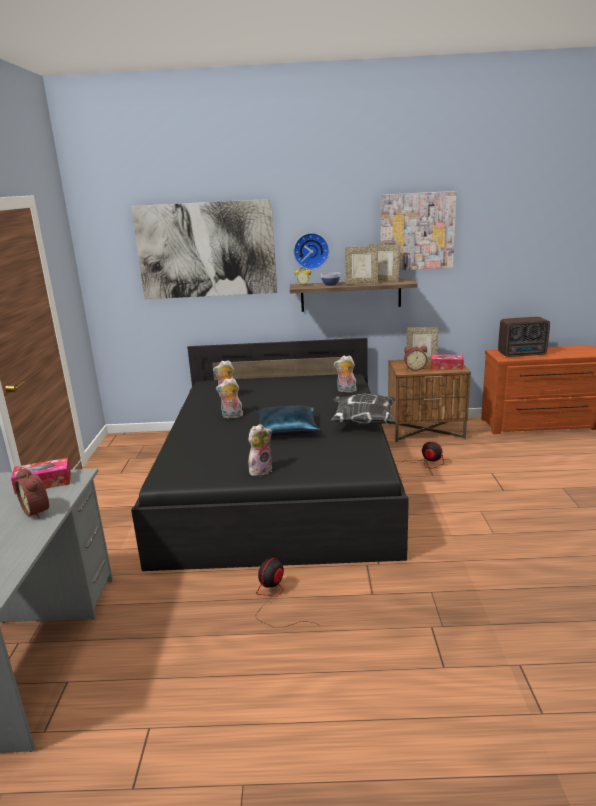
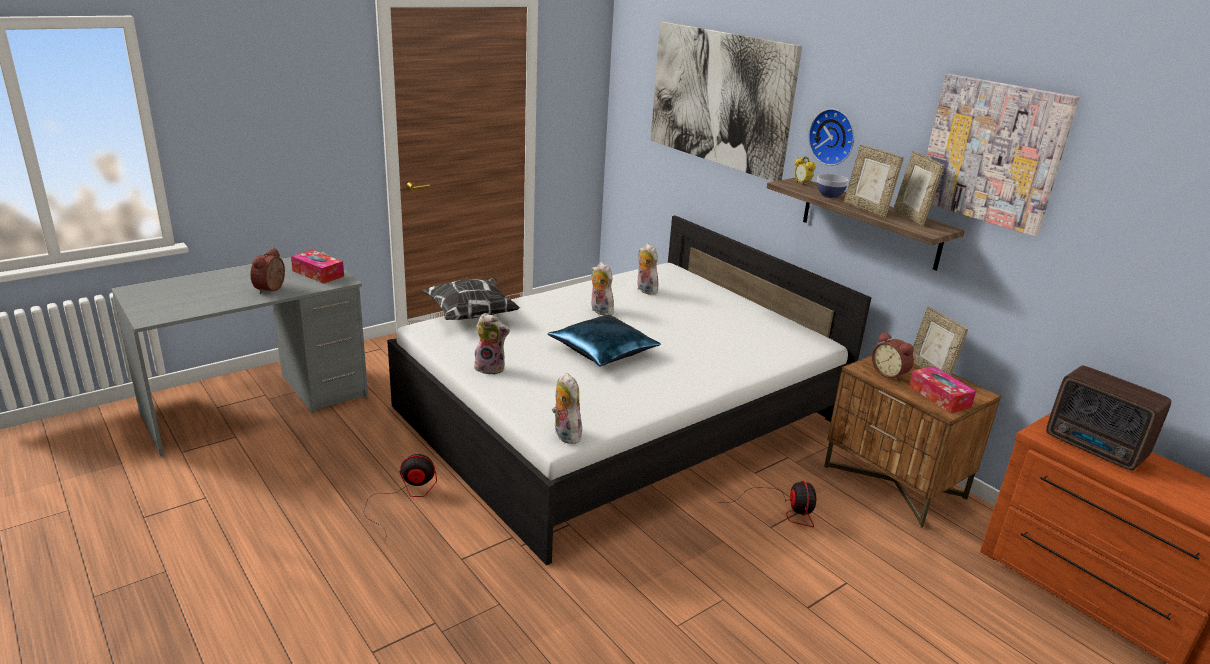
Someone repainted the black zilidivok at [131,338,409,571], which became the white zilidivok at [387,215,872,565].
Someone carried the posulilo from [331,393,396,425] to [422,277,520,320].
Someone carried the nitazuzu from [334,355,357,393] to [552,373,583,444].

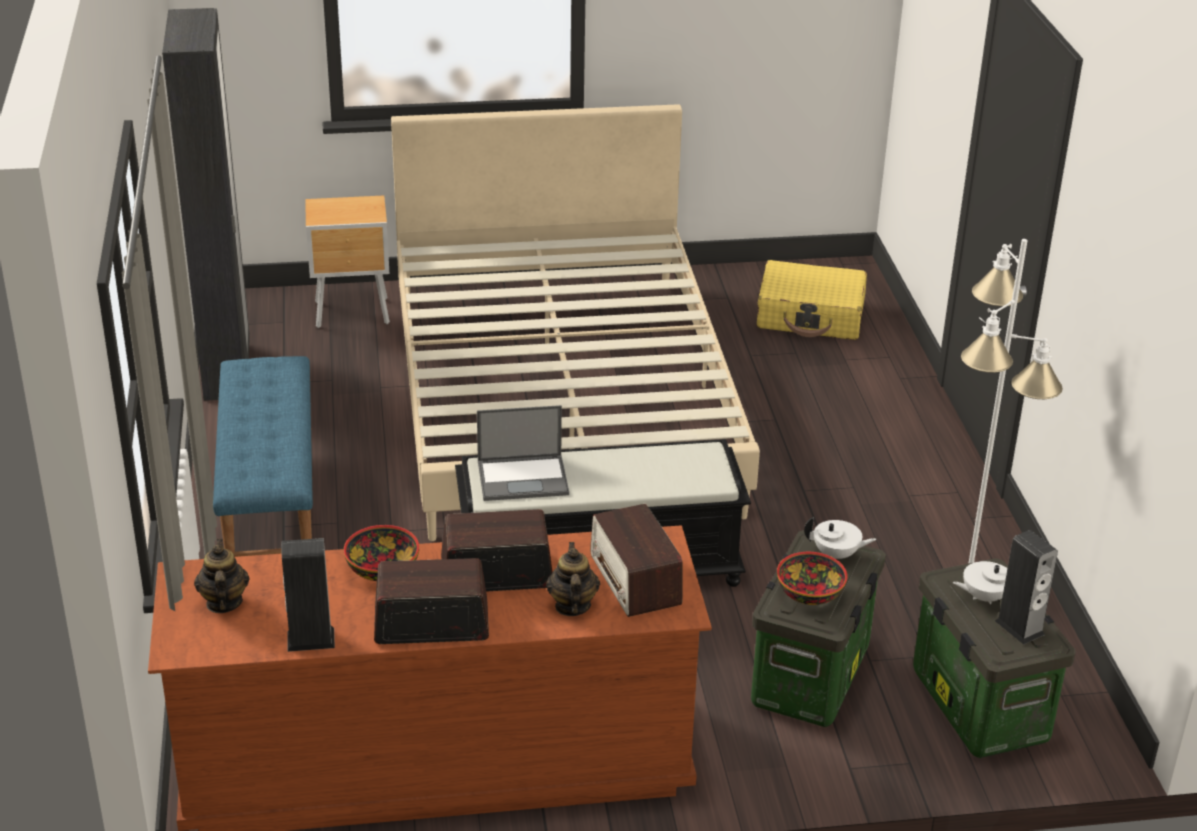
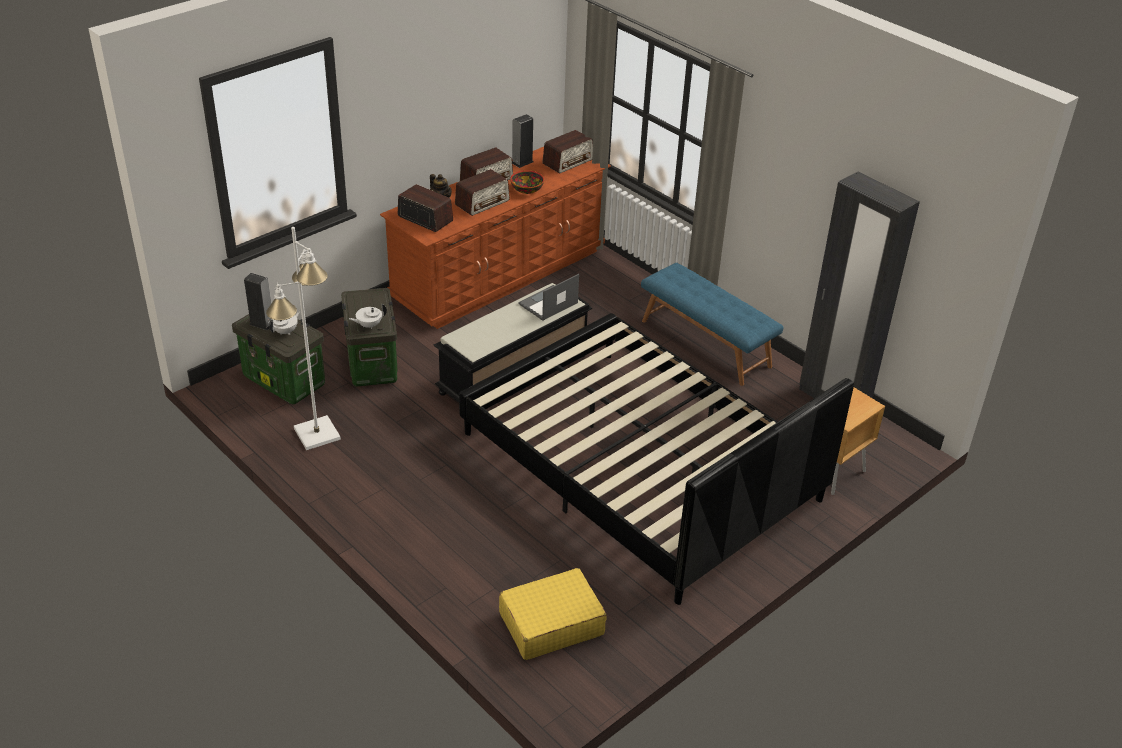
Someone swapped the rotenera at [194,539,250,613] for the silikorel at [542,130,593,173].
Someone repainted the beige zilidivok at [391,104,760,541], which became the black zilidivok at [459,313,854,605].
Someone took away the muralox at [777,552,848,605].

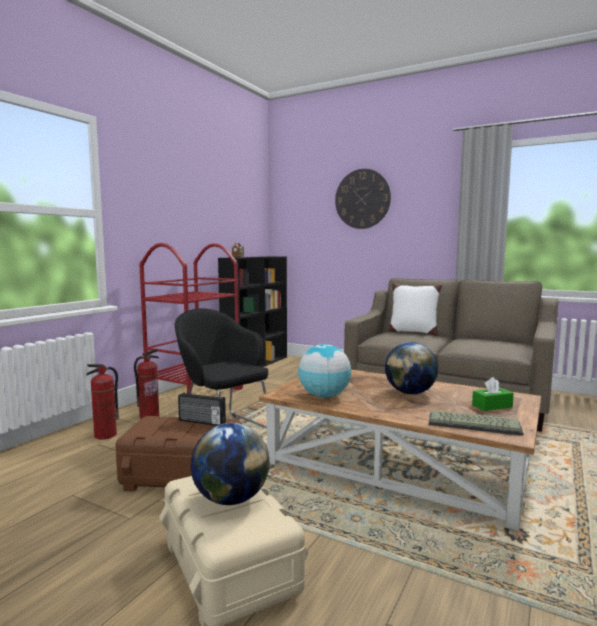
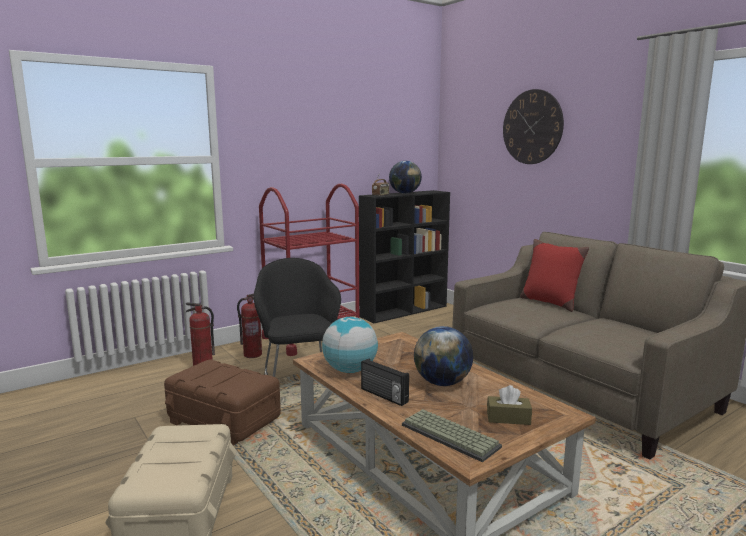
Someone carried the silikorel from [178,393,226,426] to [361,359,409,406].
Someone carried the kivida from [190,423,270,505] to [389,161,422,194].
Someone repainted the white posulilo at [388,283,442,336], which became the red posulilo at [520,239,589,312].
Someone repainted the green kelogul at [472,377,514,411], which became the brown kelogul at [487,385,532,425].

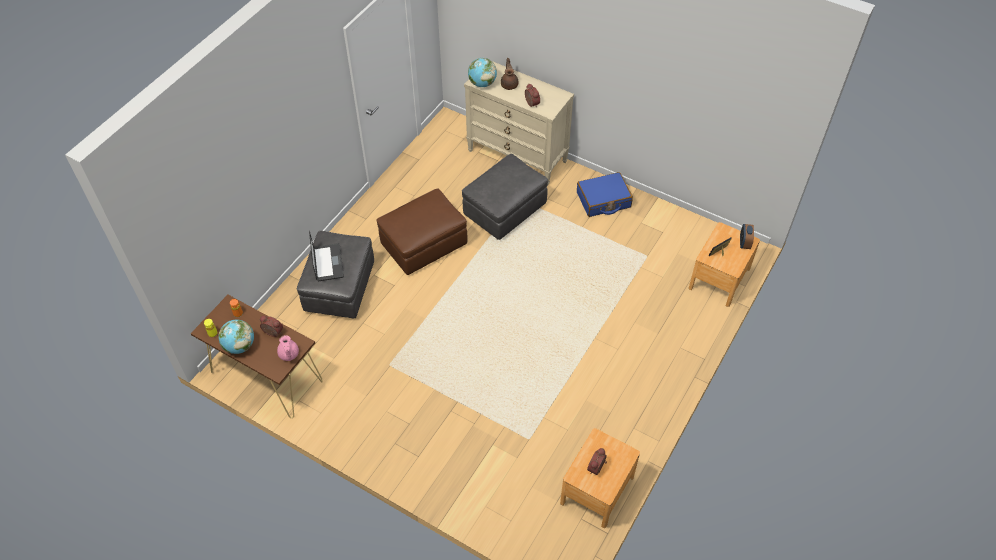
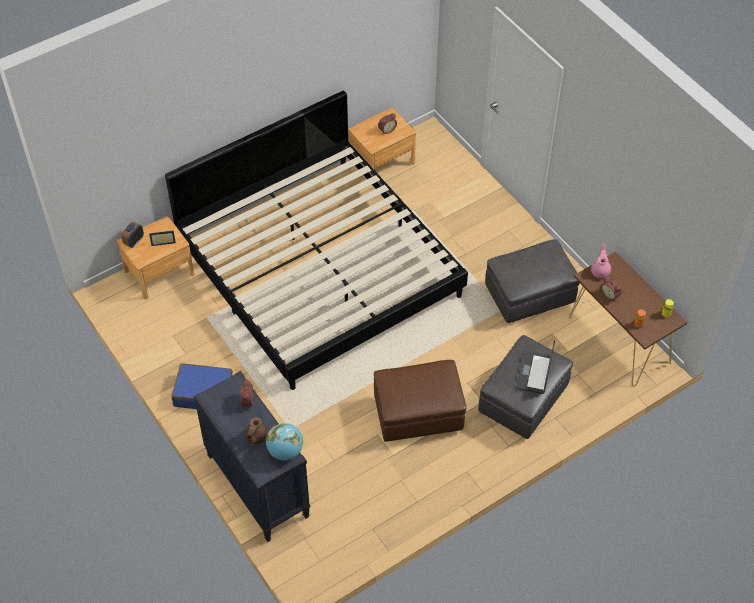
Someone took away the kivida at [218,320,254,354].
Someone carried the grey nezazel from [462,154,548,240] to [485,239,580,323].
Someone repainted the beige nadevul at [464,61,574,186], which became the black nadevul at [194,371,310,542].
Someone put down the zilidivok at [165,91,468,390].

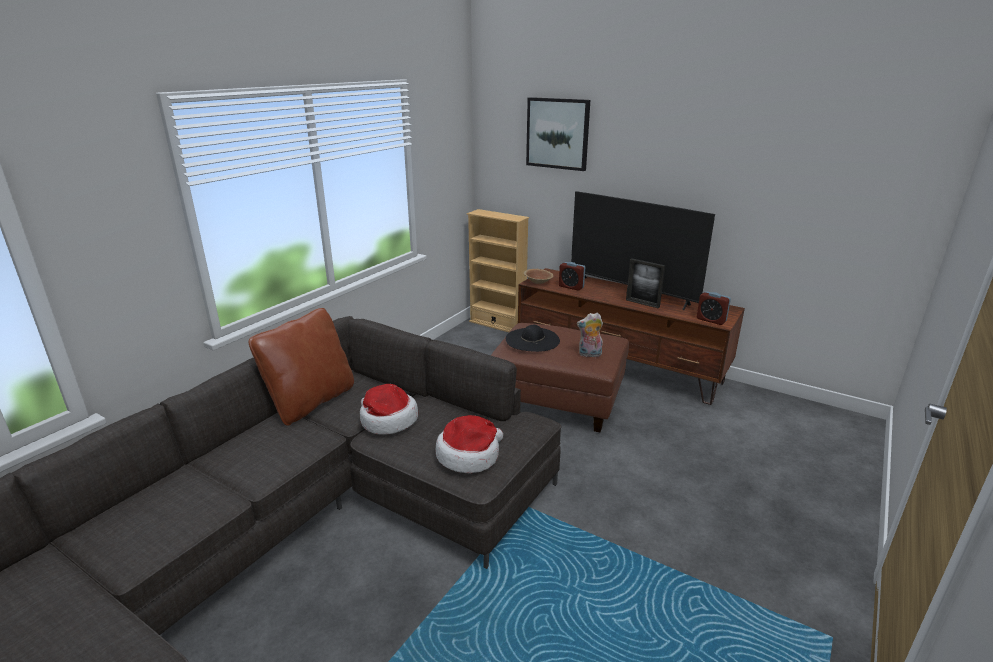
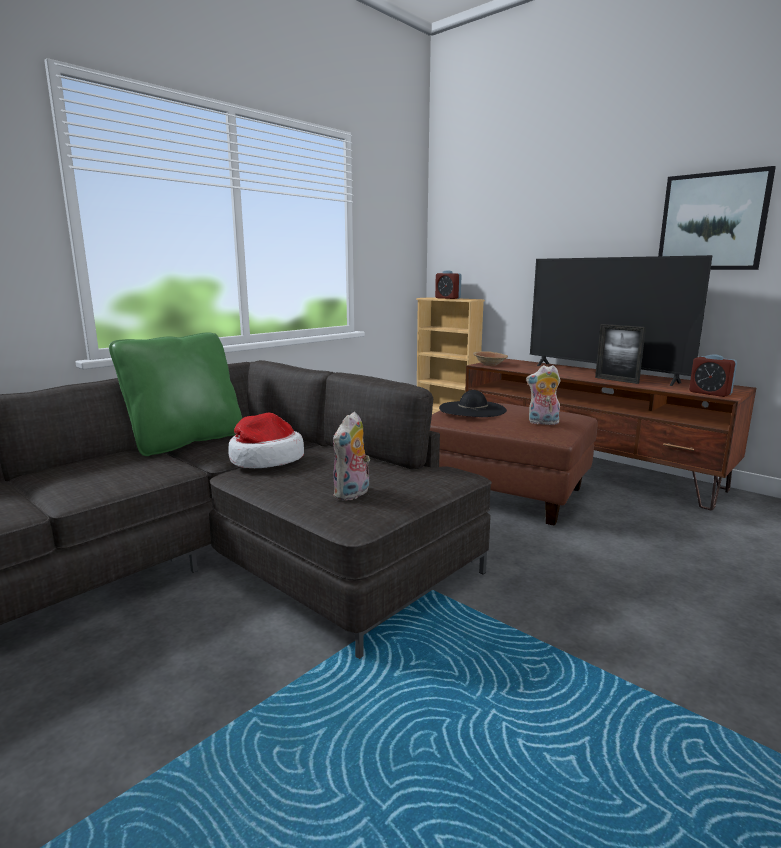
Someone repainted the brown posulilo at [249,308,354,426], which became the green posulilo at [109,333,242,456].
Someone swapped the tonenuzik at [436,415,503,473] for the nitazuzu at [333,412,370,501].
Someone carried the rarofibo from [526,97,590,171] to [658,166,776,270].
Someone carried the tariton from [559,262,585,291] to [435,270,461,299].

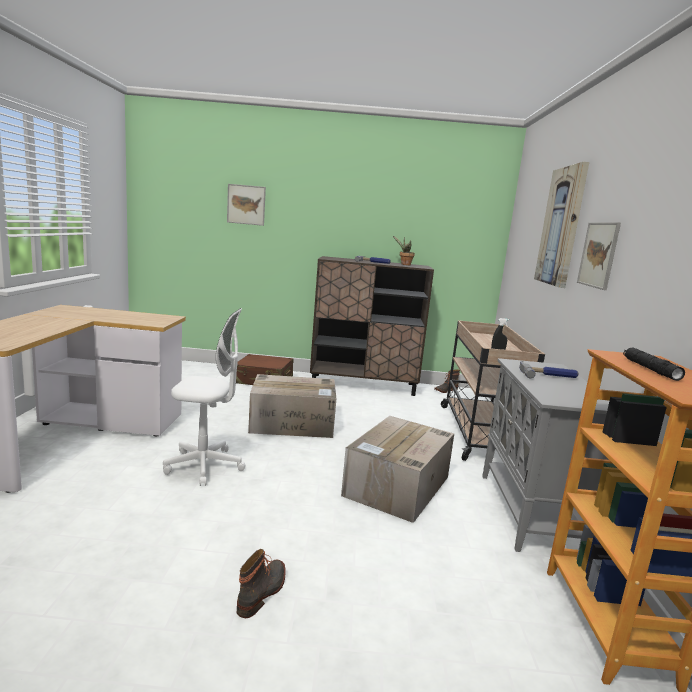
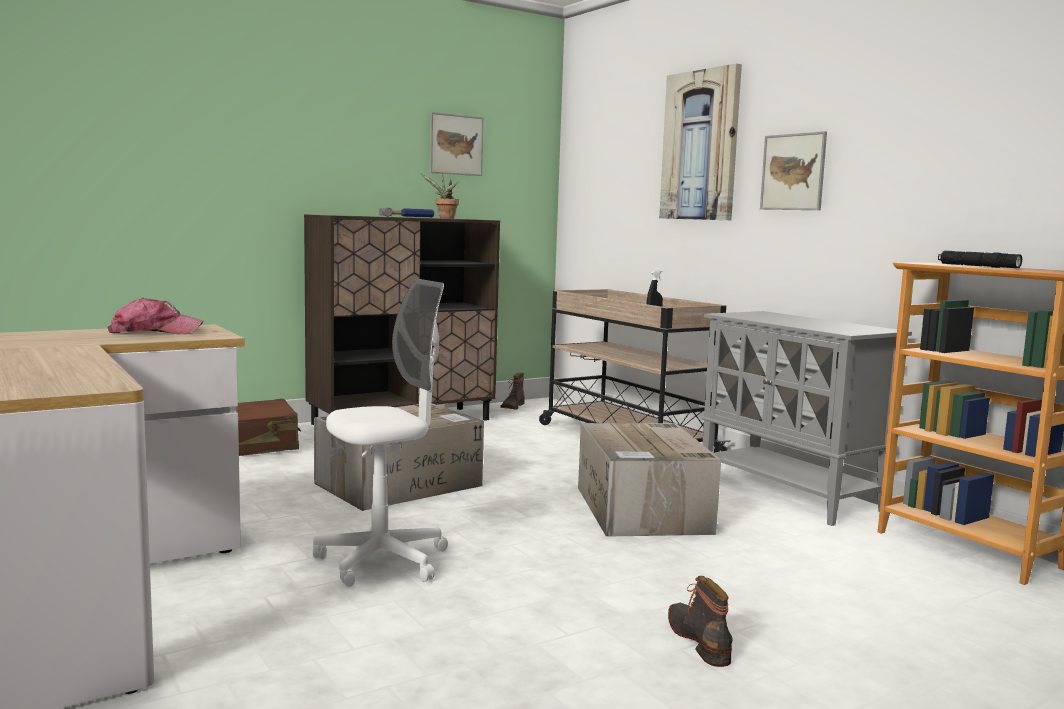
Someone carried the rarofibo from [227,184,266,226] to [430,112,483,176].
Someone took away the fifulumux at [519,361,579,378].
Someone put down the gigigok at [107,298,204,334].

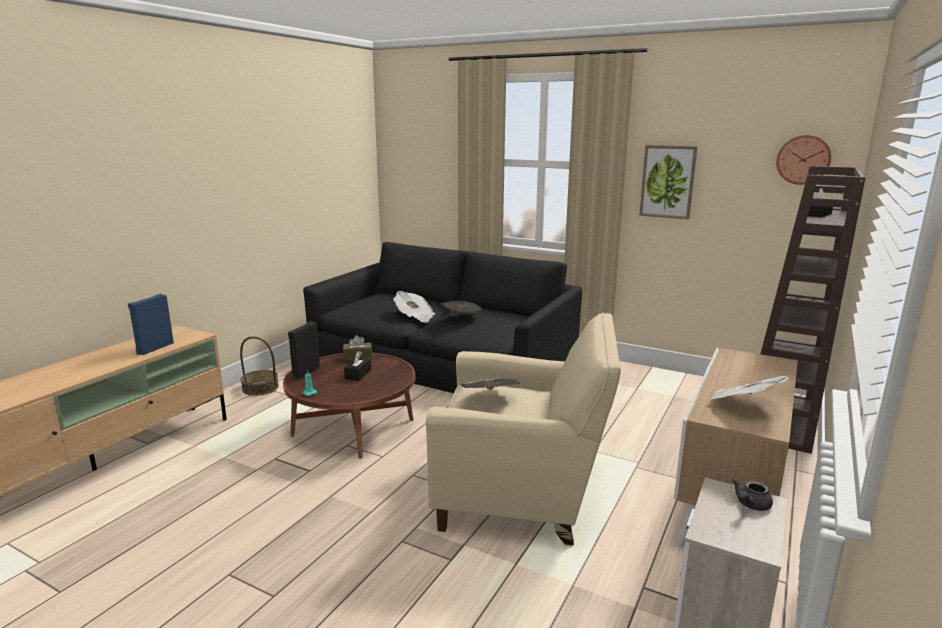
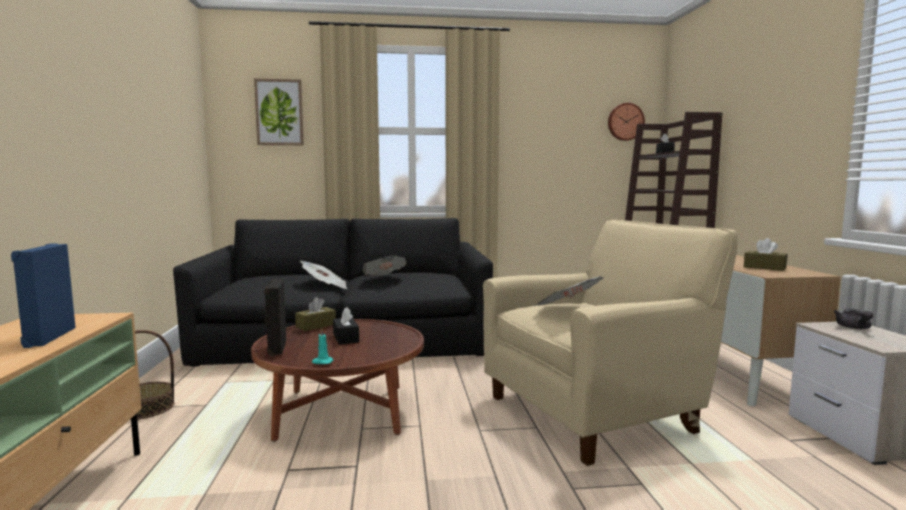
Someone carried the rarofibo from [639,145,698,219] to [254,79,304,145].
Someone swapped the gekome at [709,375,788,400] for the brown kelogul at [744,238,787,271].

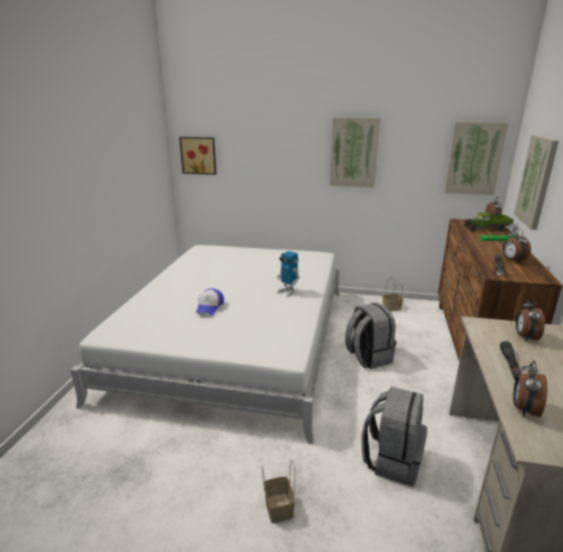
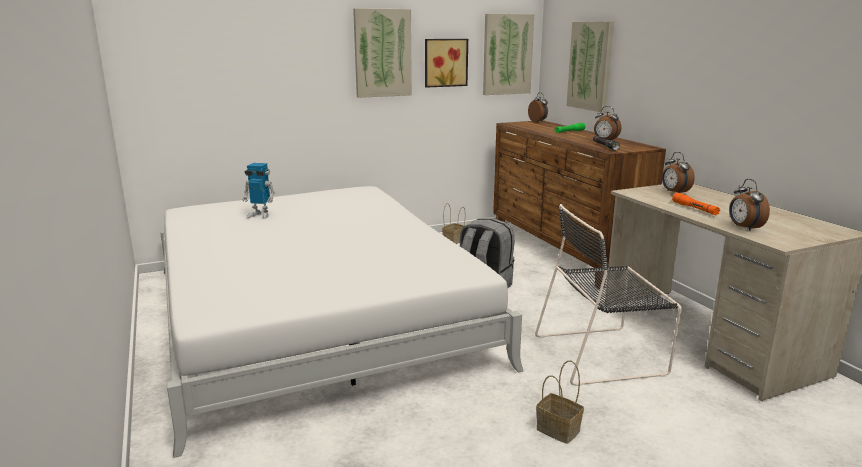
Someone carried the rarofibo from [179,137,216,175] to [425,39,468,88].
Someone took away the gigigok at [196,288,224,315].
Someone carried the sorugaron from [277,251,300,297] to [242,163,275,219].
Someone swapped the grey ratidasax at [362,386,427,486] for the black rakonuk at [535,204,682,386].
Someone took away the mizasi at [464,212,514,232].
Someone repainted the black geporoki at [500,341,522,381], which became the orange geporoki at [672,192,720,215].

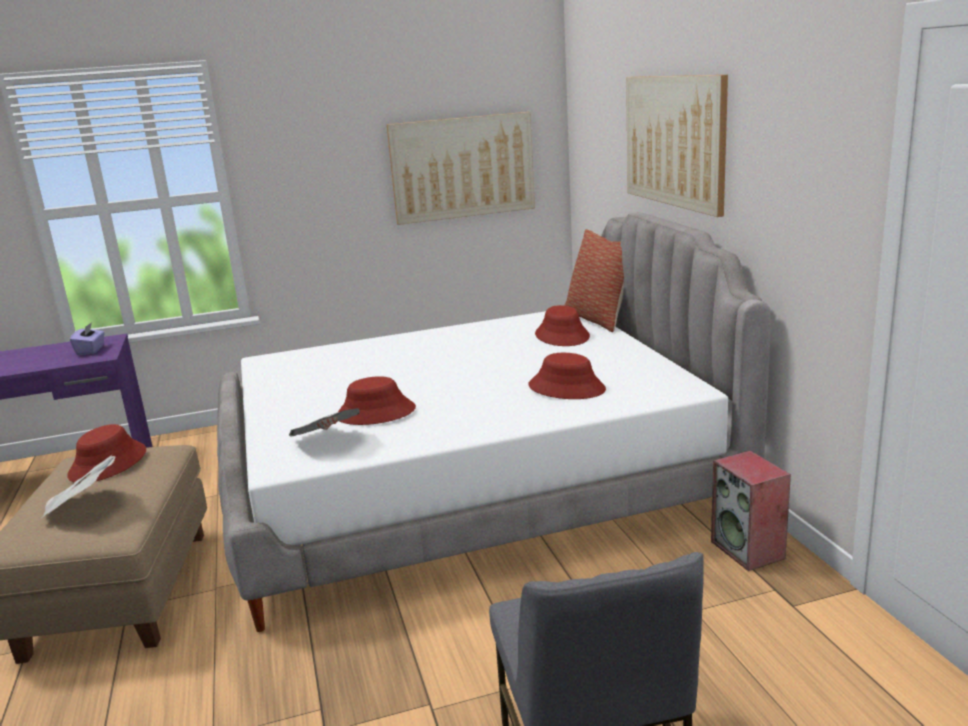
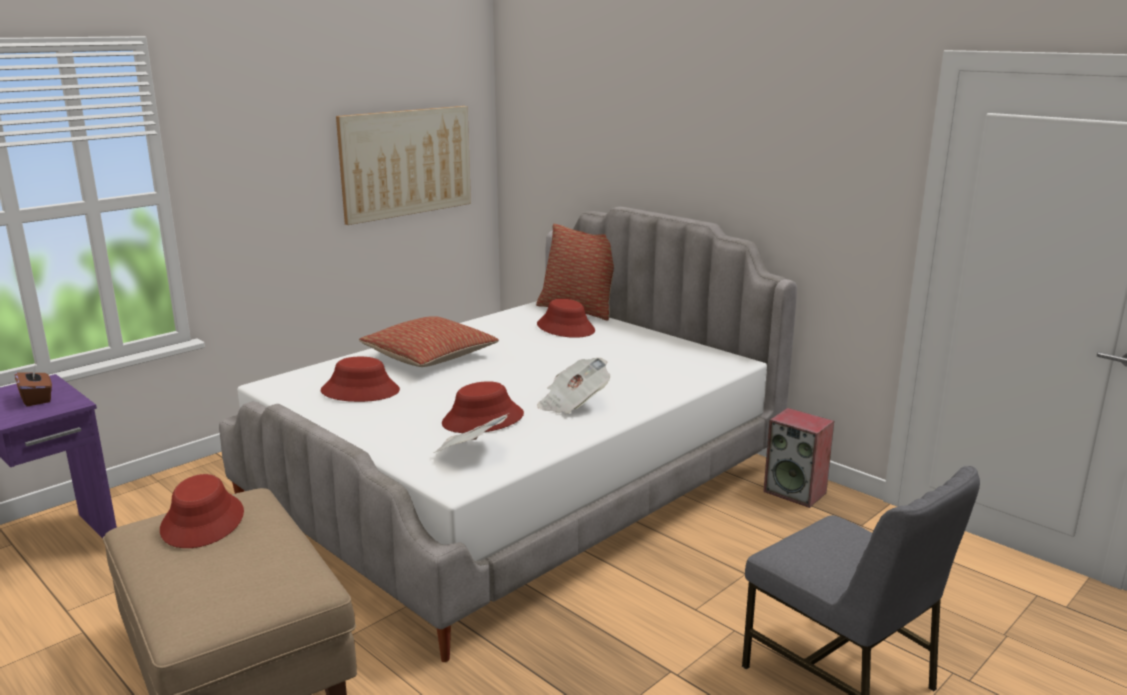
Someone carried the gekome from [41,455,115,518] to [537,358,610,414].
Someone repainted the purple kelogul at [70,322,105,355], which became the brown kelogul at [15,365,52,407].
Someone carried the red tonenuzik from [528,353,606,399] to [321,357,400,402].
Someone took away the rarofibo at [626,75,728,217].
Someone put down the posulilo at [359,316,499,367].

